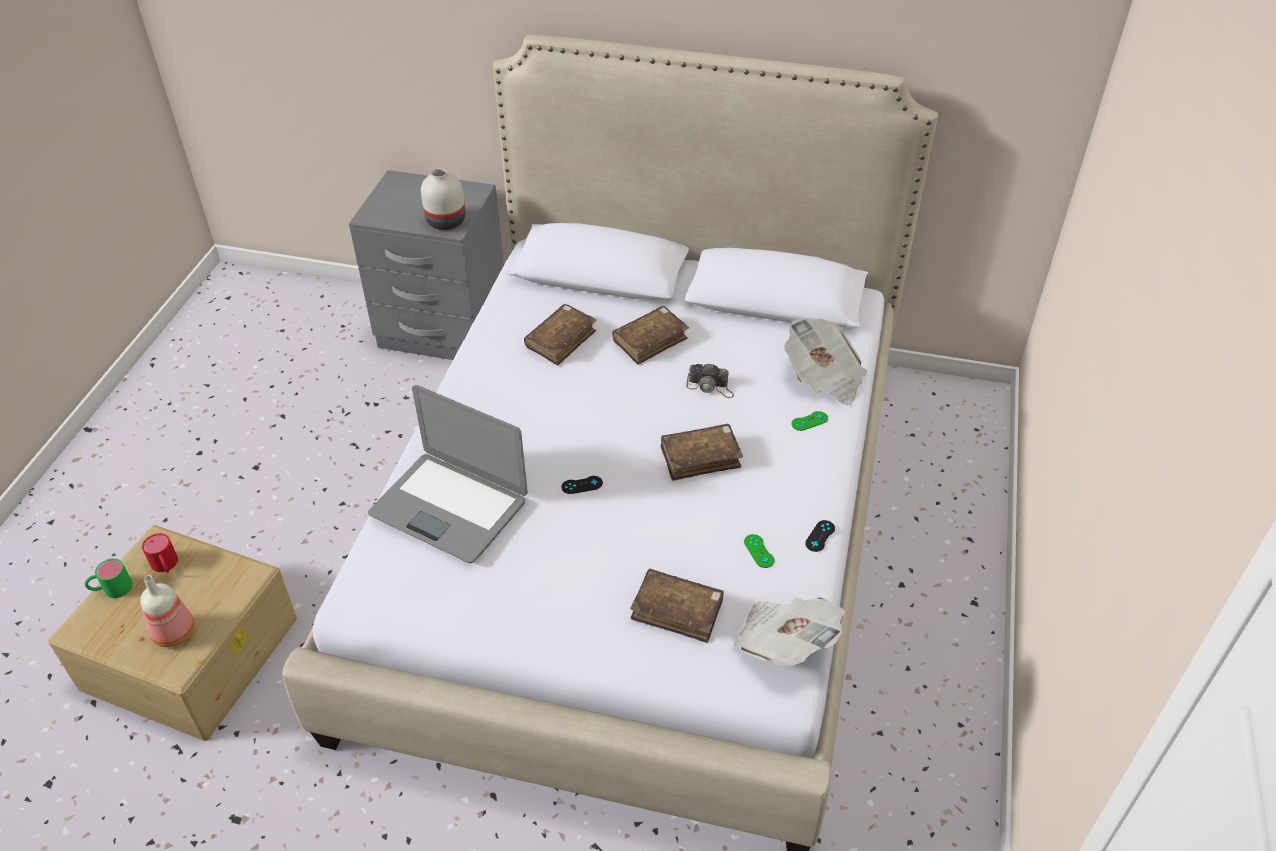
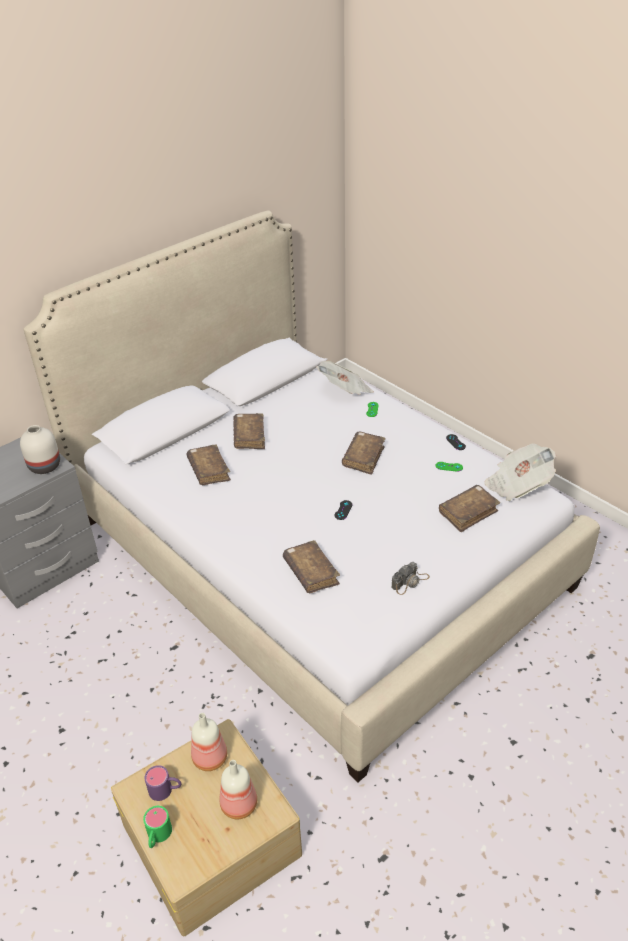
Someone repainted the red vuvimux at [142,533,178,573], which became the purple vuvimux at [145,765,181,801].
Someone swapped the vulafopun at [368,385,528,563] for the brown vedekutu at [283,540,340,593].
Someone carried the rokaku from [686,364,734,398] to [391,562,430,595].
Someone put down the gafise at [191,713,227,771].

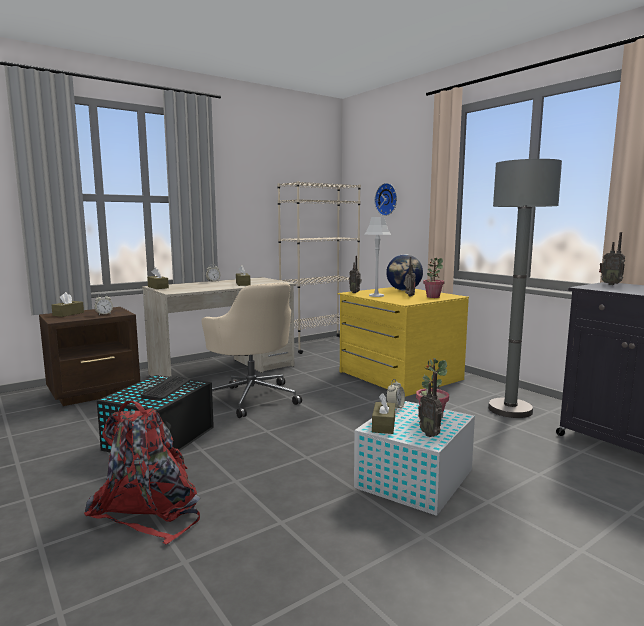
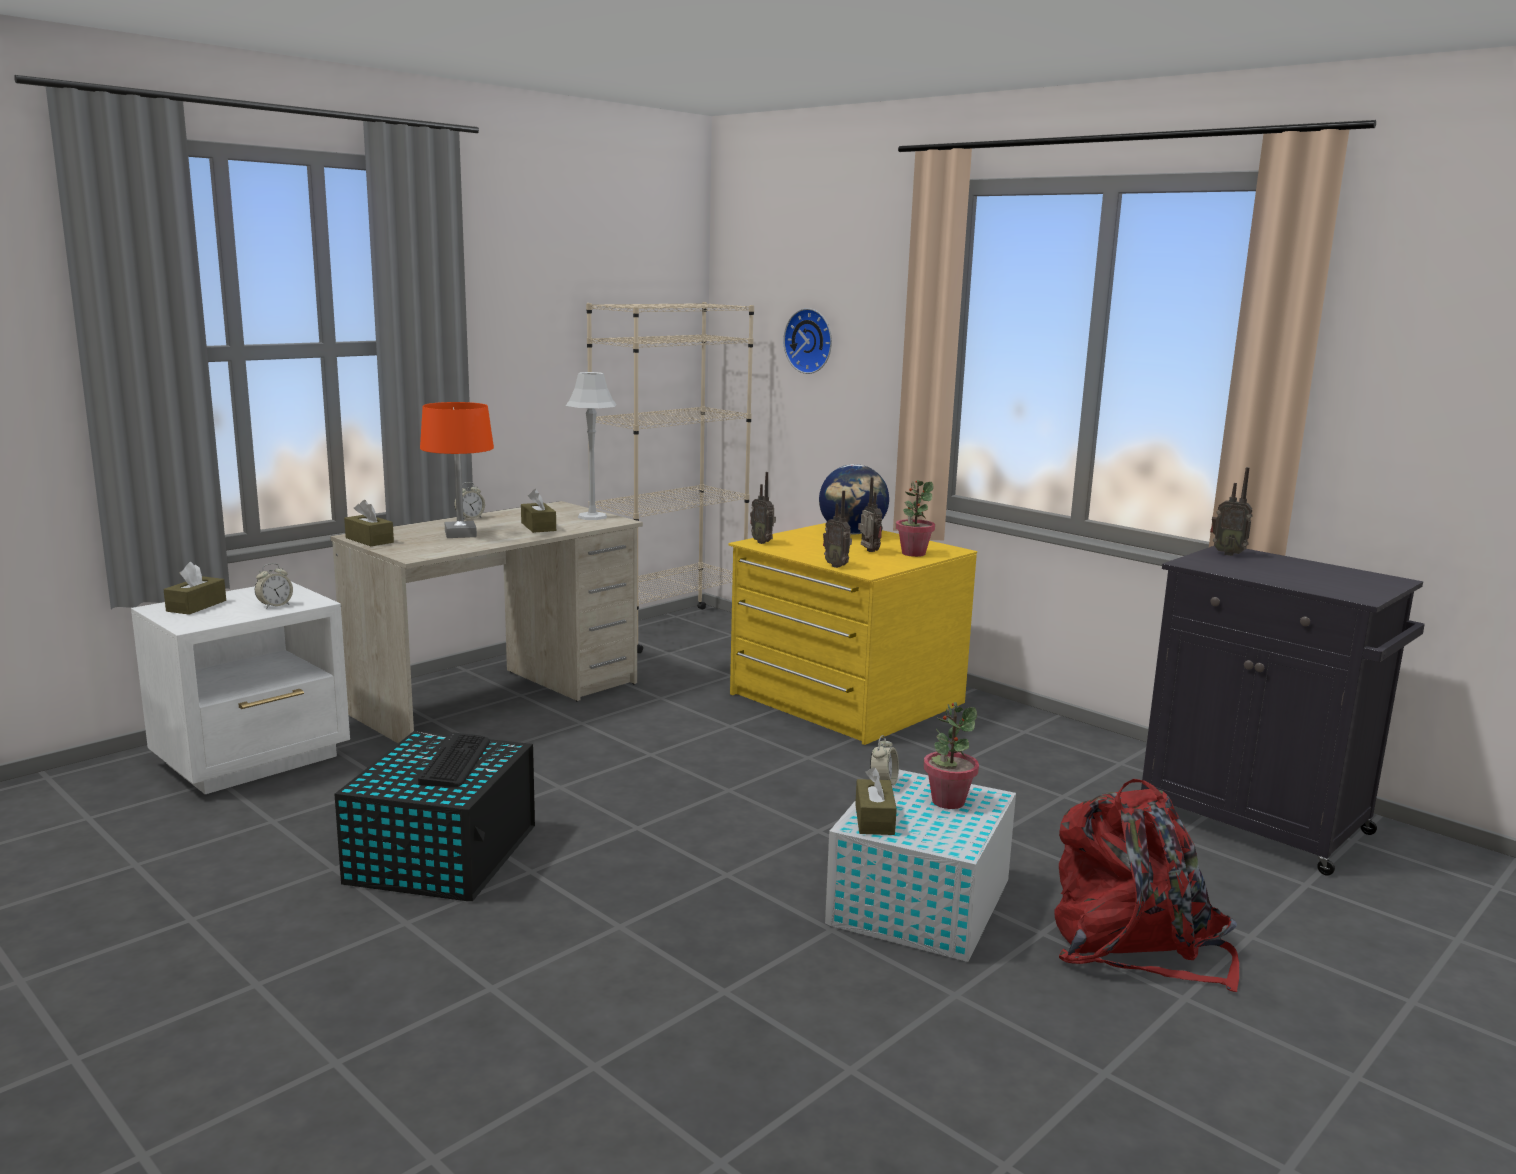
Someone repainted the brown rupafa at [39,307,140,406], which became the white rupafa at [131,582,350,794].
Someone carried the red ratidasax from [84,401,201,544] to [1054,779,1239,992].
Someone took away the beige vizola at [201,282,302,418].
Someone carried the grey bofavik from [364,217,391,297] to [566,372,617,520].
Someone carried the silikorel from [418,372,443,437] to [823,490,852,568].
Someone took away the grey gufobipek at [488,159,562,418].
Someone put down the orange bofavik at [420,402,494,538].

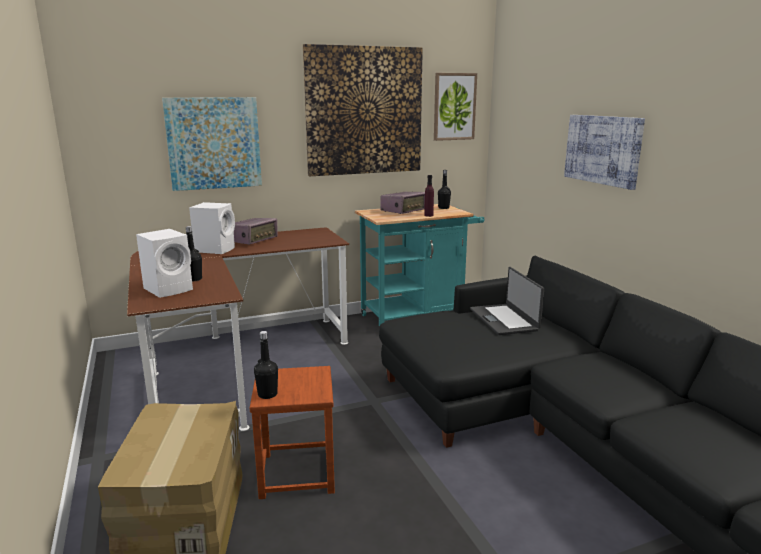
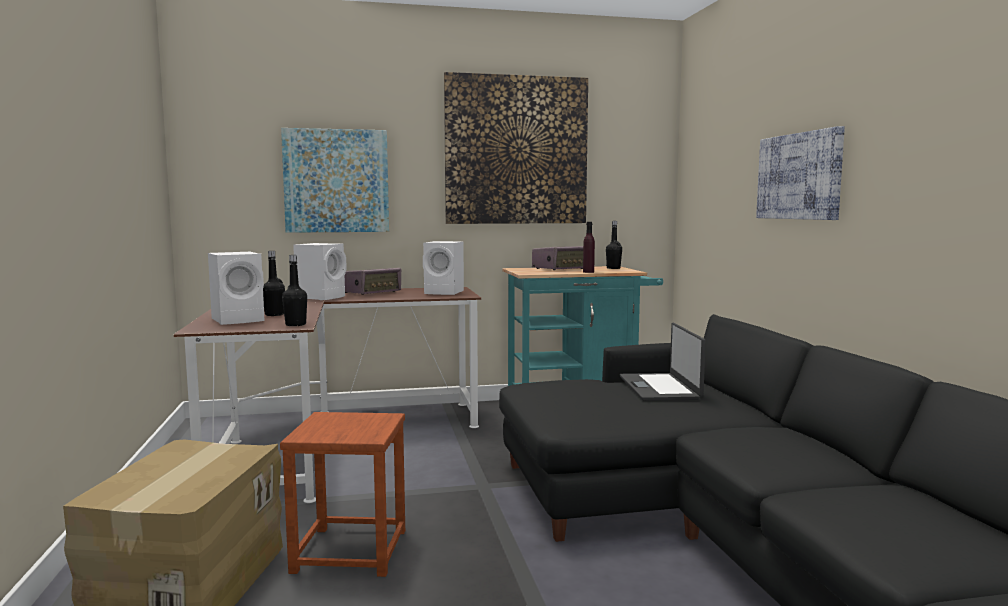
Someone carried the black gafise from [254,331,278,399] to [282,255,307,326].
Someone took away the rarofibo at [434,73,477,141].
Someone put down the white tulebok at [423,241,464,295].

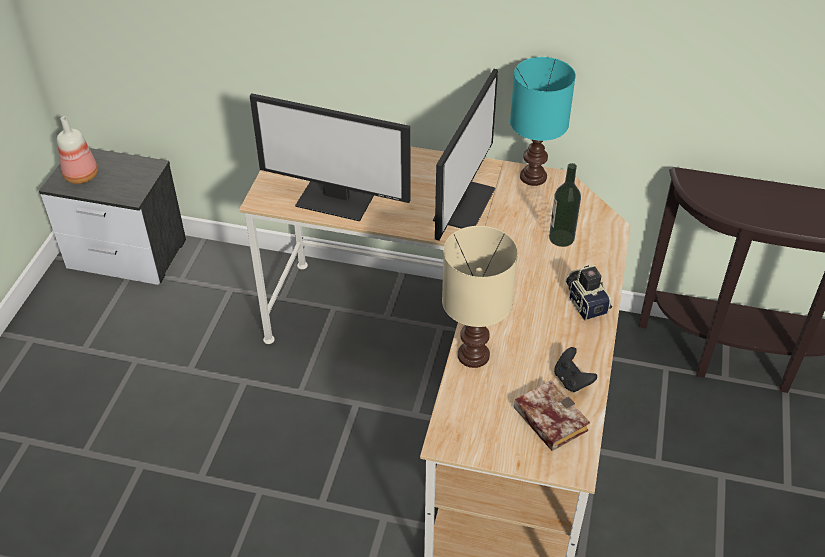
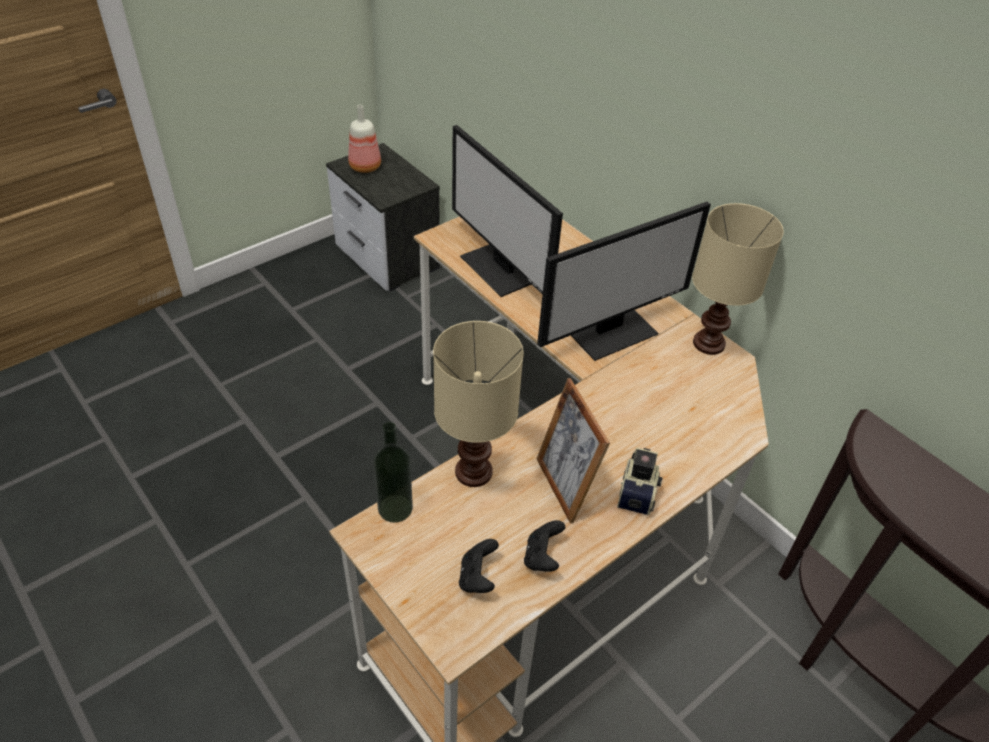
Someone repainted the turquoise bofavik at [510,57,576,186], which became the beige bofavik at [692,203,784,355].
Someone swapped the vedekutu at [514,380,590,451] for the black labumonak at [459,539,499,593].
Someone carried the gafise from [549,163,581,247] to [374,422,413,523].
Someone put down the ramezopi at [537,378,610,524].

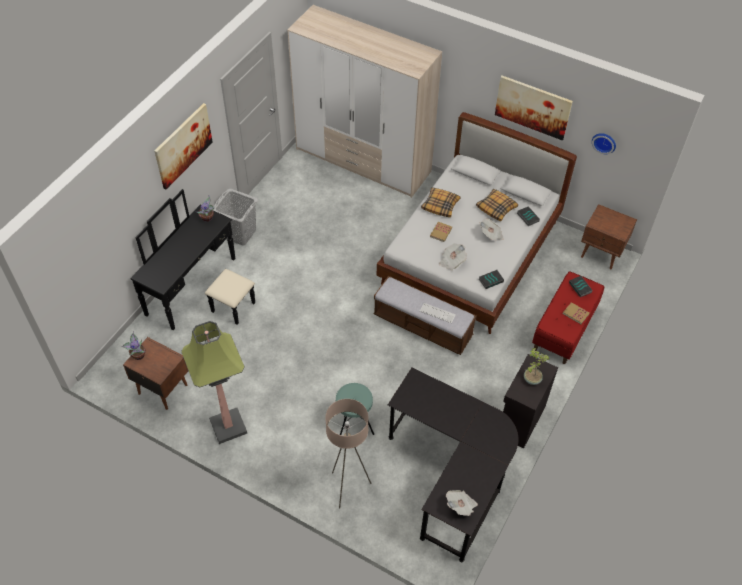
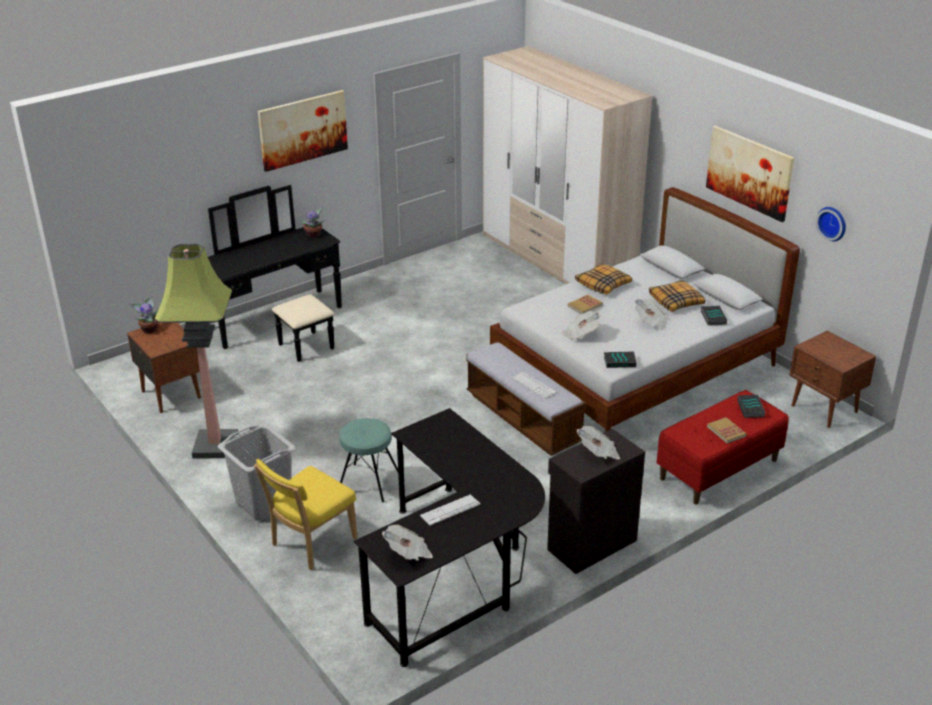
Someone carried the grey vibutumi from [213,189,258,245] to [218,424,296,521].
Someone swapped the beige gufobipek at [325,399,371,509] for the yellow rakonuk at [254,459,358,570].
Someone swapped the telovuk at [524,348,549,385] for the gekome at [577,426,620,460].
Someone put down the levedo at [420,494,481,526].

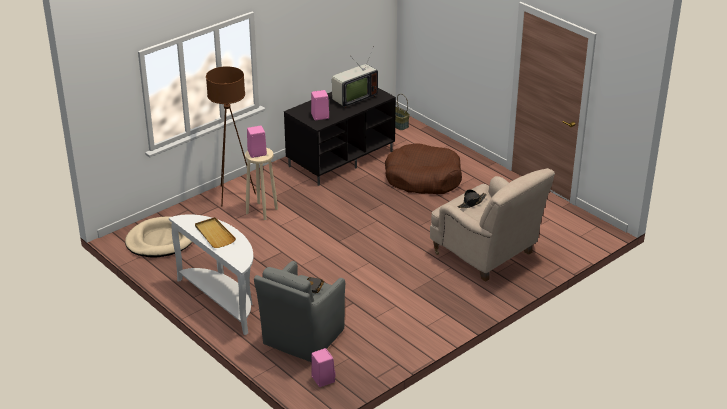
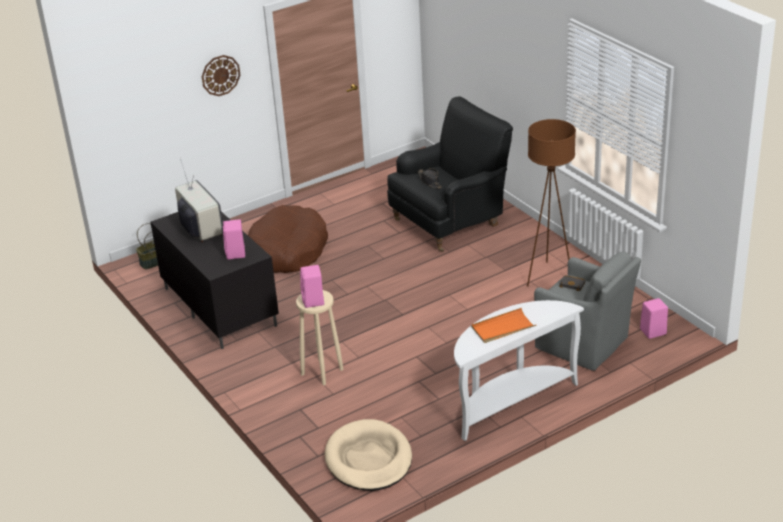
Someone repainted the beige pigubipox at [195,217,236,248], which became the orange pigubipox at [471,308,536,343].
Someone carried the brown gufobipek from [206,66,256,206] to [527,119,576,286].
Someone repainted the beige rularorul at [430,168,555,281], which became the black rularorul at [387,97,513,252].
Someone put up the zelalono at [202,55,240,96].

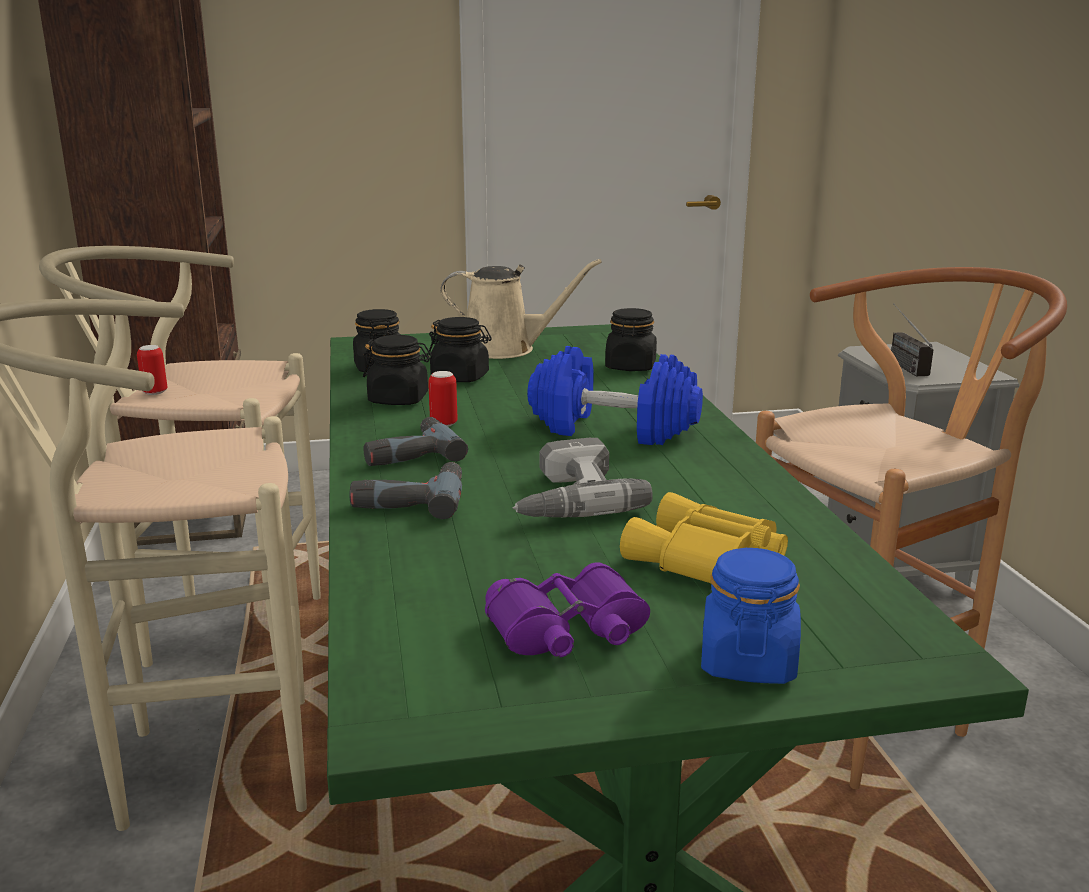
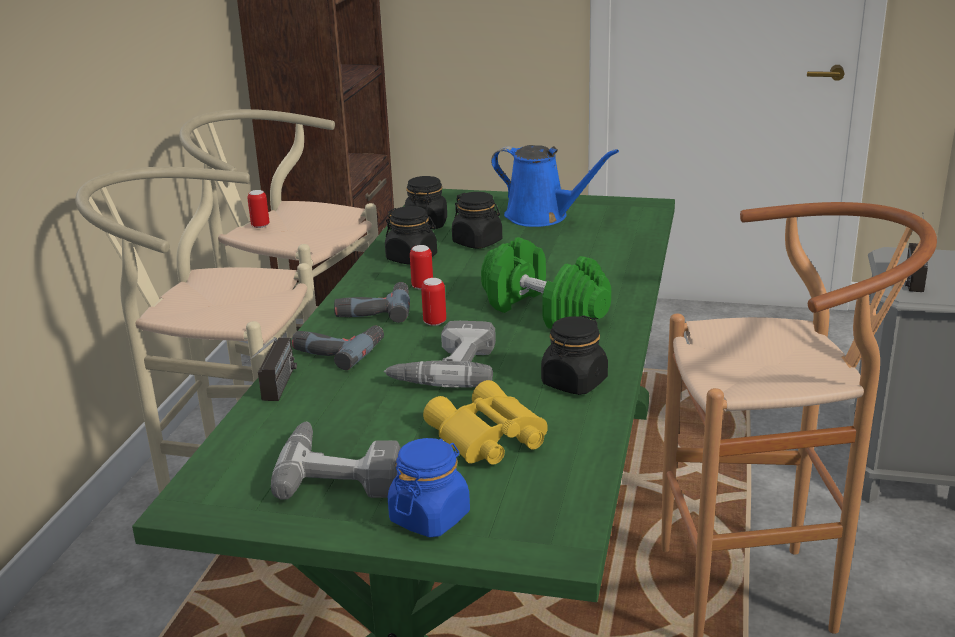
Someone repainted the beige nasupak at [440,259,602,359], which became the blue nasupak at [491,145,619,227].
Someone swapped the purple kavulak at [485,562,650,657] for the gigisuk at [271,422,401,500].
Someone repainted the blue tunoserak at [527,346,703,445], which became the green tunoserak at [481,237,611,329].
Someone carried the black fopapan from [605,308,657,371] to [541,315,608,395].
Someone put down the silikorel at [245,337,297,401].
Someone put down the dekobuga at [421,278,446,326].

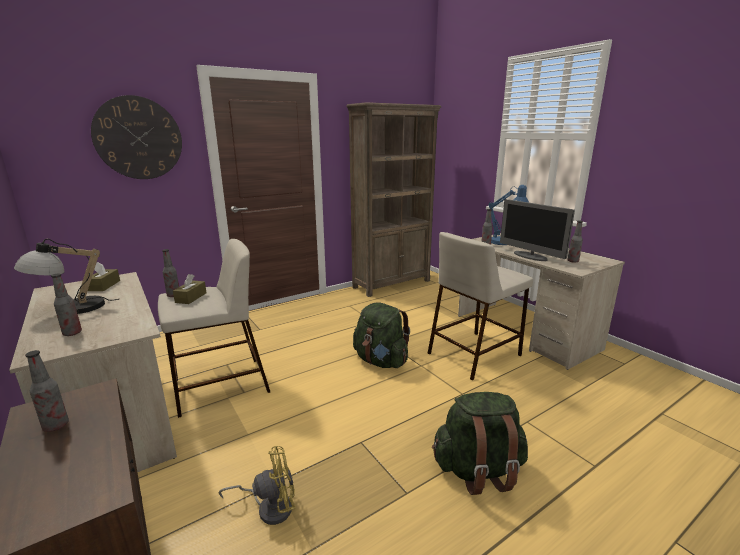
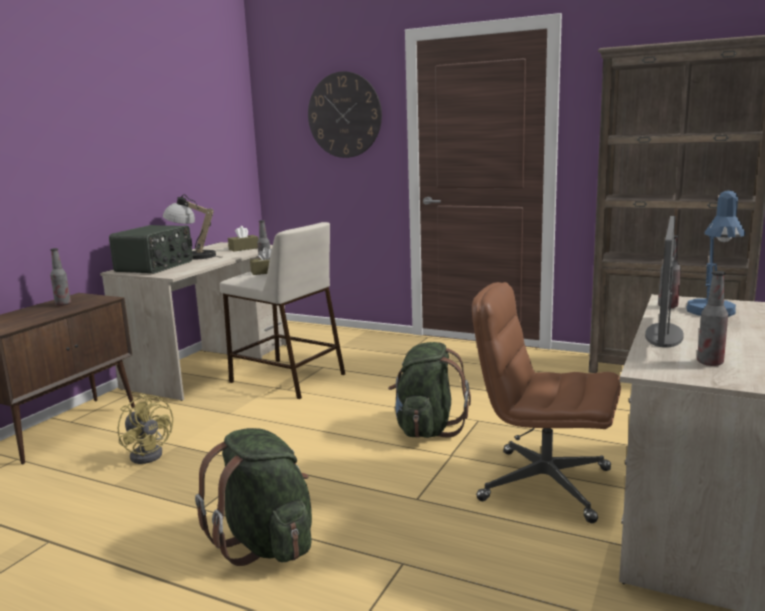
Someone swapped the gafise at [51,273,82,336] for the silikorel at [109,225,193,274].
Someone swapped the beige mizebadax at [428,232,533,380] for the brown vizola at [472,282,621,523].

